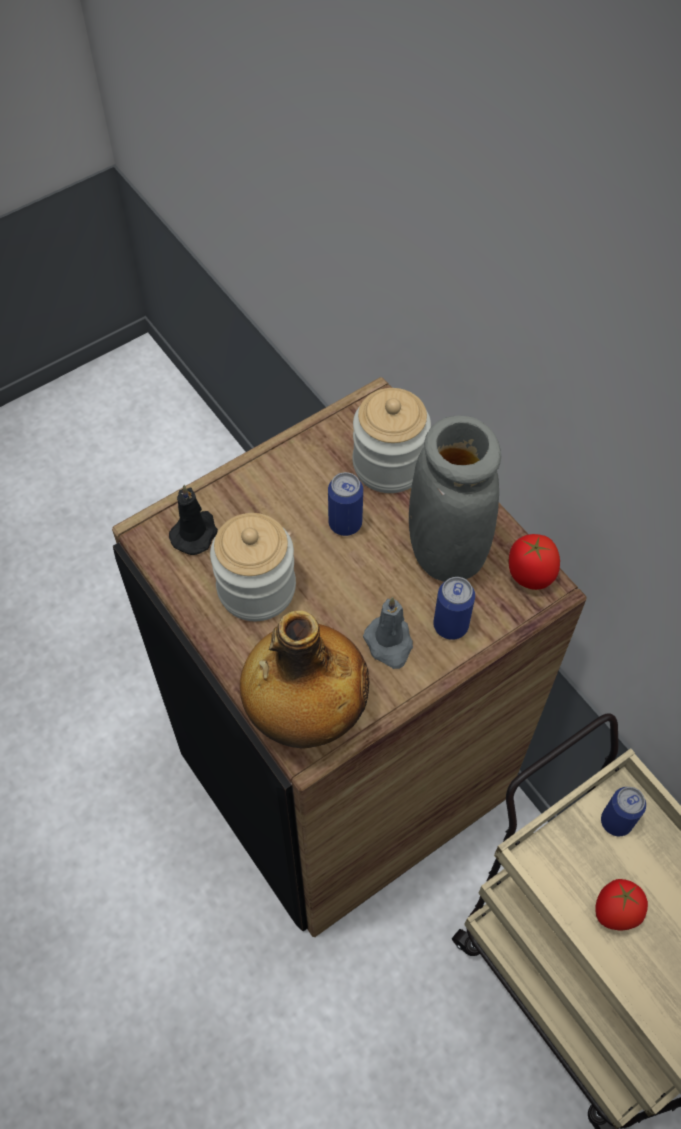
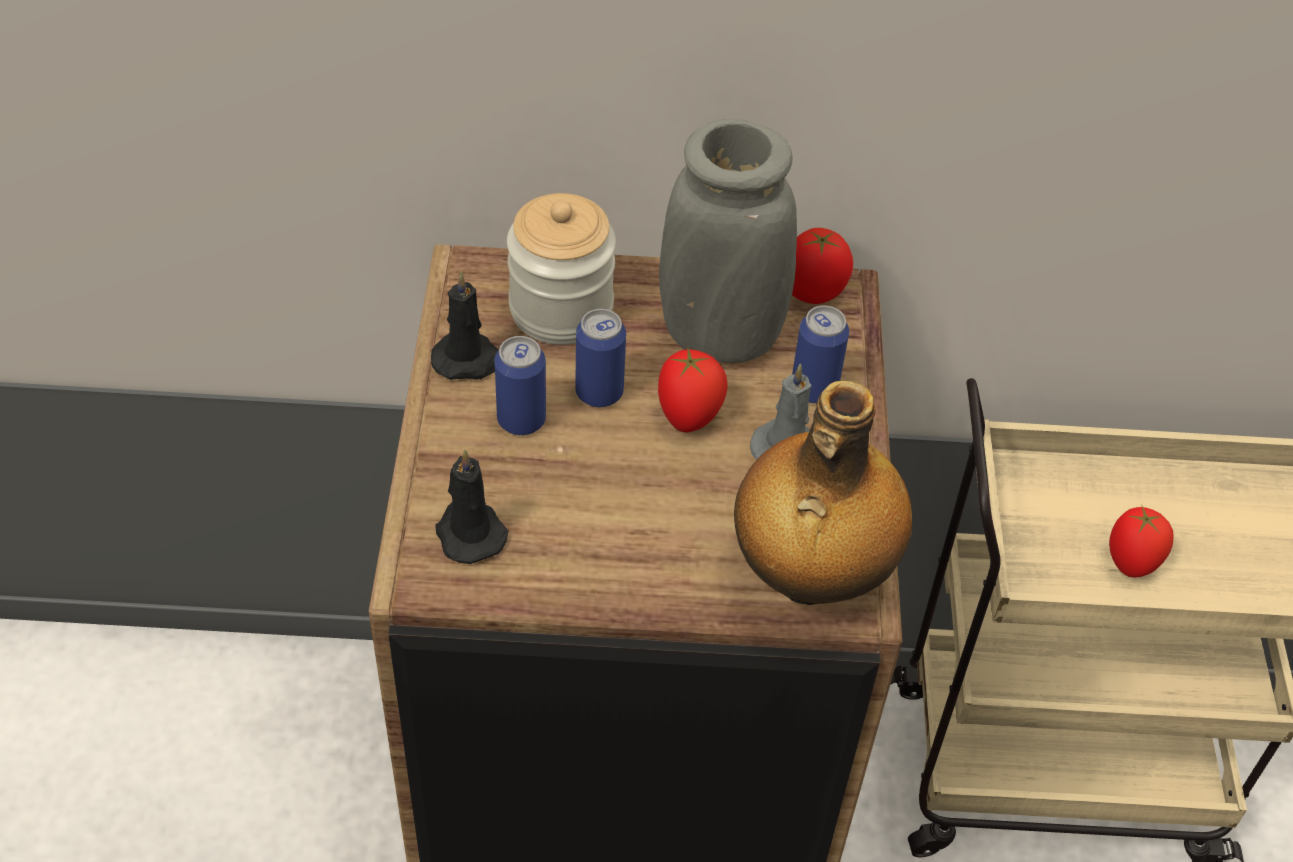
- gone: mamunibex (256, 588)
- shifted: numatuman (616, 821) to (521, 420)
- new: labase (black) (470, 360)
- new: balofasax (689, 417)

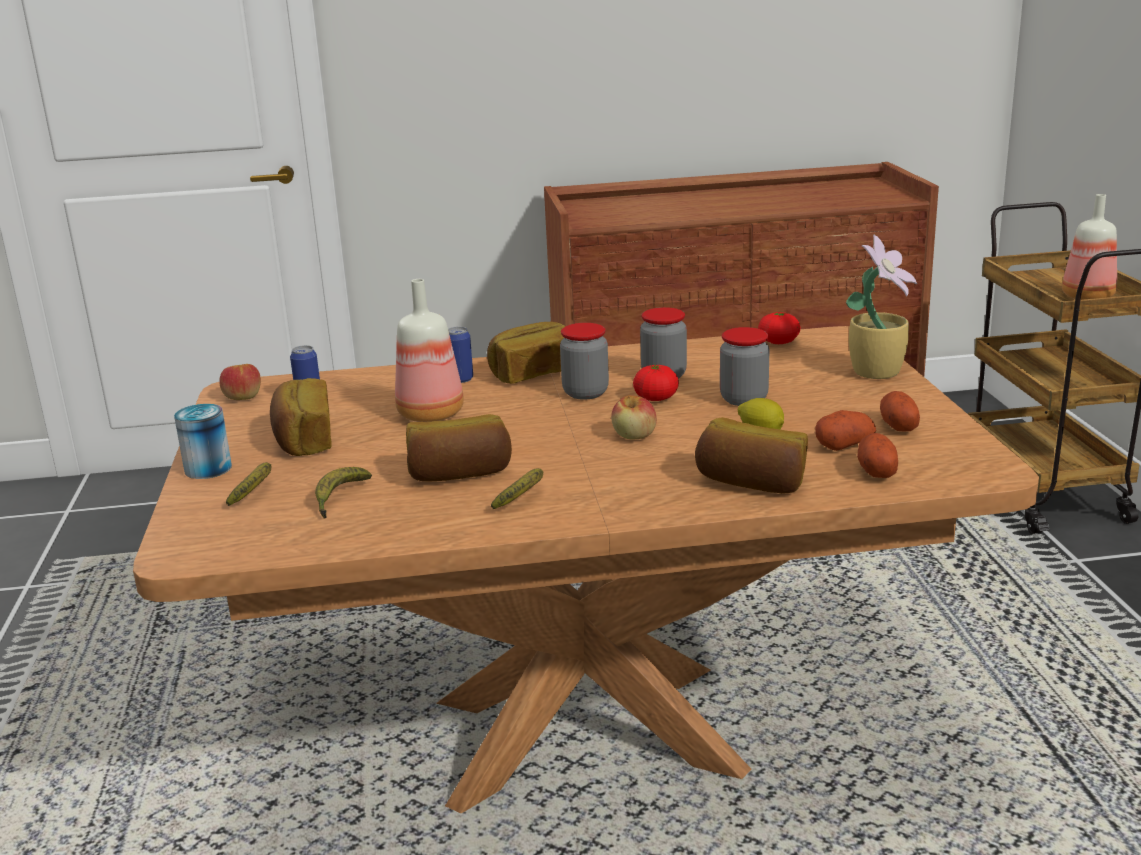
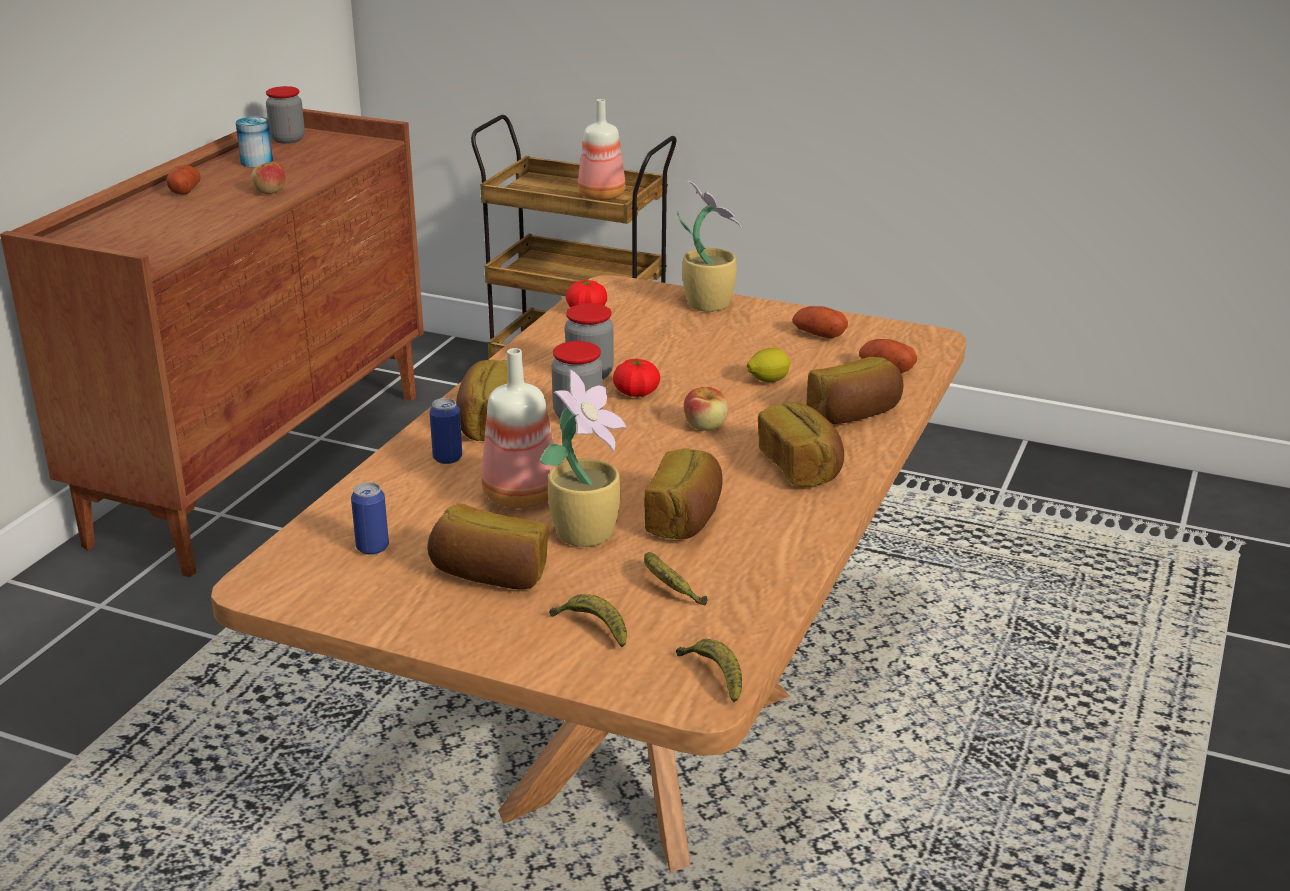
- shifted: mamunibex (744, 399) to (288, 139)
- shifted: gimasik (242, 397) to (270, 191)
- shifted: numatuman (208, 469) to (257, 162)
- shifted: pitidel (844, 445) to (185, 191)
- shifted: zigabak (523, 497) to (714, 677)
- new: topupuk (587, 532)
- new: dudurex (801, 467)

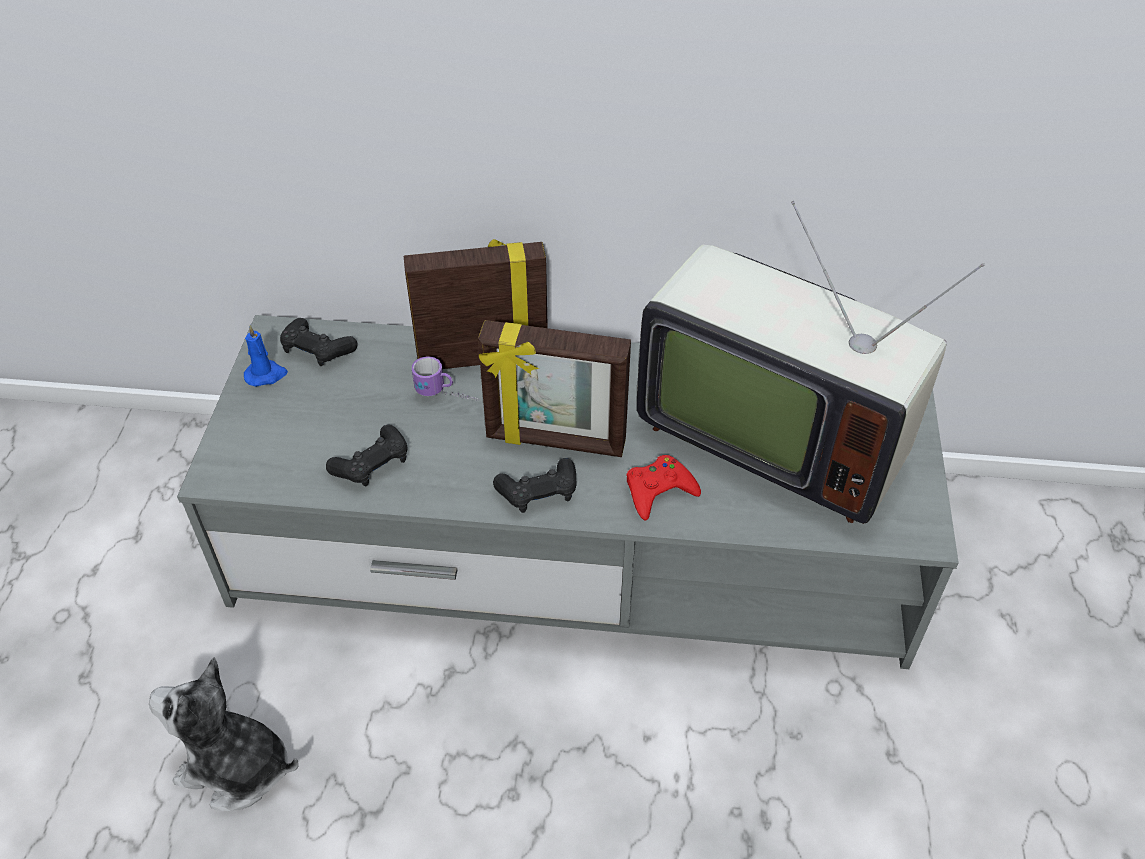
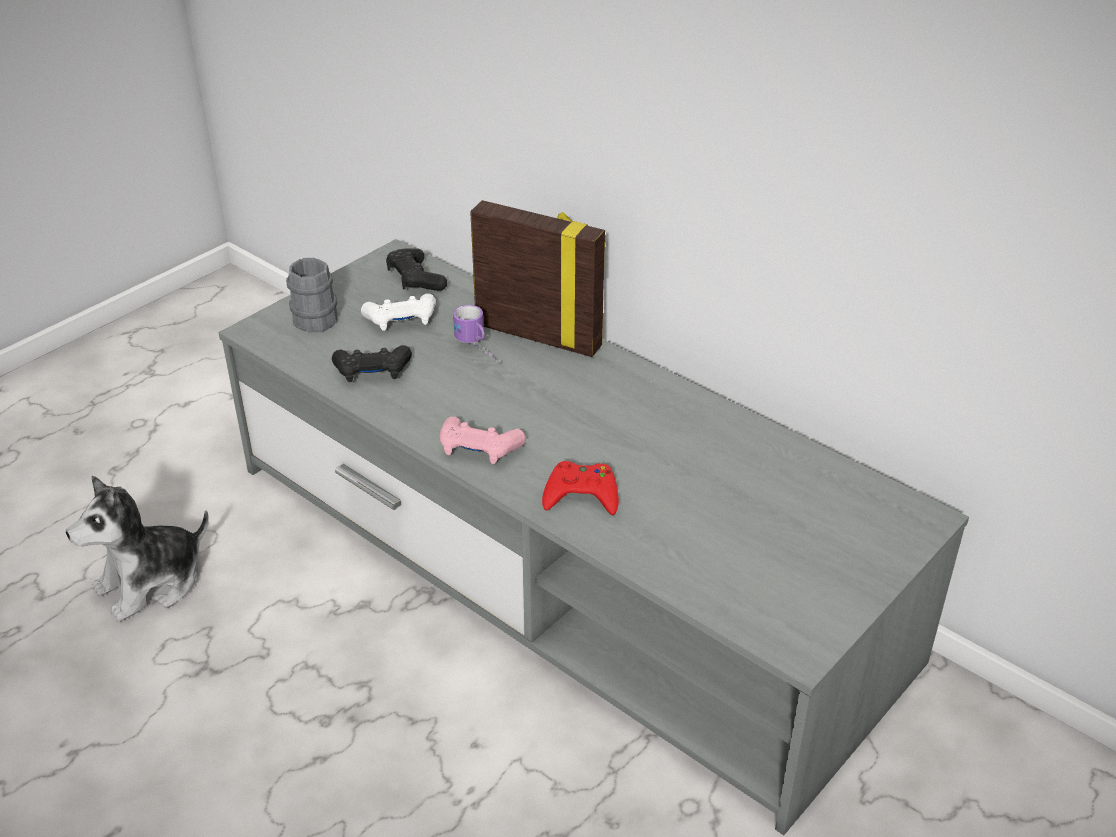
- gone: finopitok (771, 434)
- gone: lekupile (555, 441)
- gone: labase (blue) (266, 375)
- repainted: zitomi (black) (538, 492) to zitomi (pink) (479, 449)
- rotated: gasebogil (236, 767) = (151, 583) 90 degrees counterclockwise
- new: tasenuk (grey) (316, 316)
- new: zitomi (white) (401, 320)

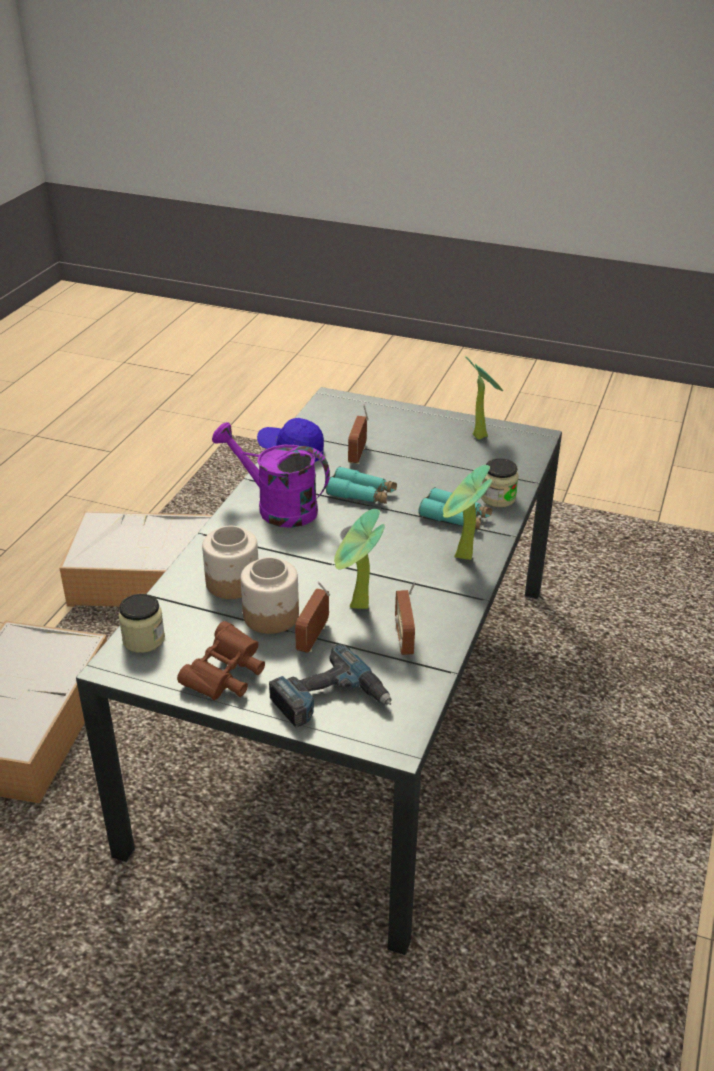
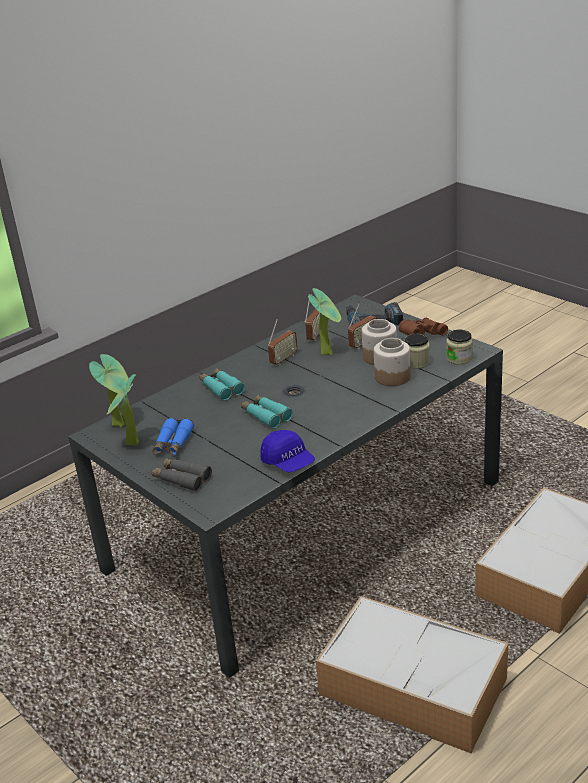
- shifted: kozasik (358, 455) to (283, 359)
- gone: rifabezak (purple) (277, 507)
- shifted: mamunibex (498, 498) to (416, 362)
- shifted: topupuk (461, 558) to (121, 423)
- new: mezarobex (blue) (173, 444)
- new: mezarobex (grey) (181, 479)

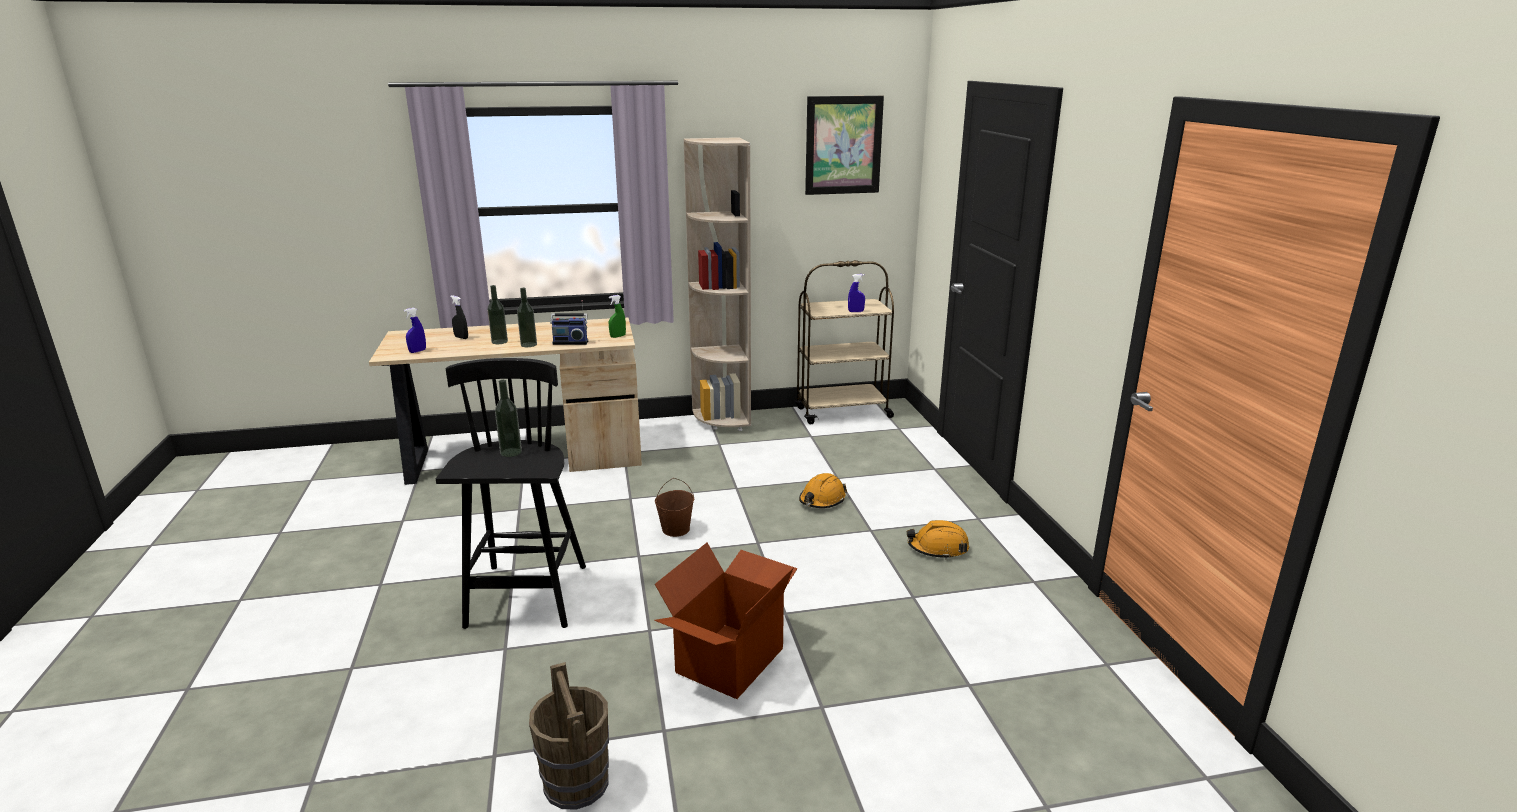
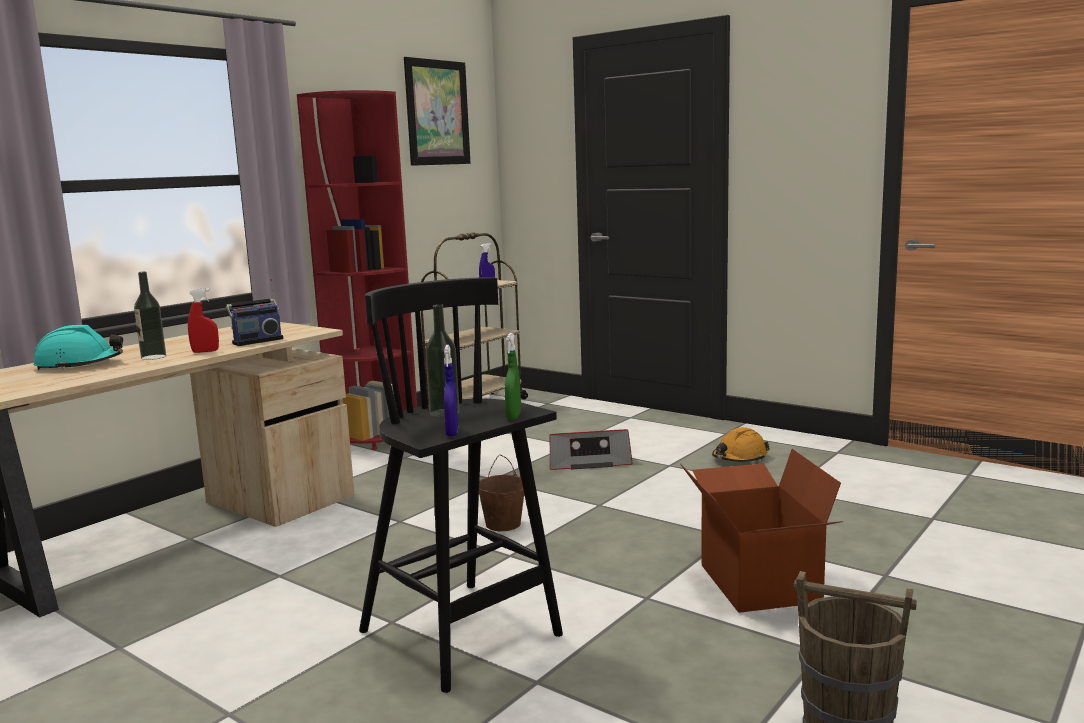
- repainted: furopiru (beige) (722, 423) to furopiru (red) (374, 443)
- swapped: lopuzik (528, 344) to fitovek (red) (205, 351)
- swapped: fitovek (black) (461, 337) to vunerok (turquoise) (79, 365)
- shifted: fitovek (green) (618, 336) to (513, 416)
- shifted: fitovek (blue) (417, 351) to (452, 432)
- swapped: vunerok (orange) (822, 500) to kozasik (589, 461)

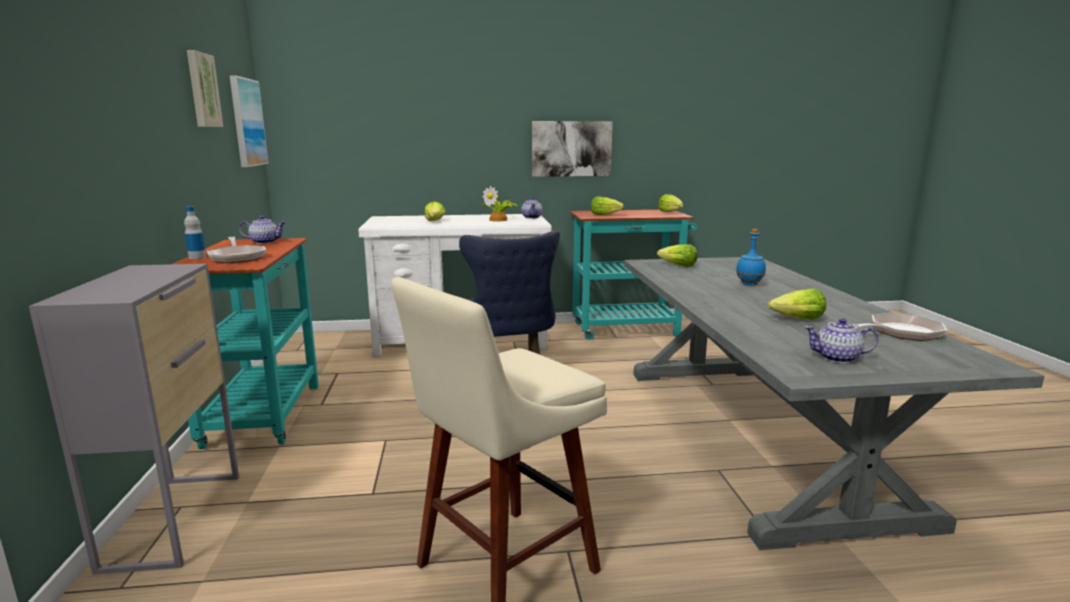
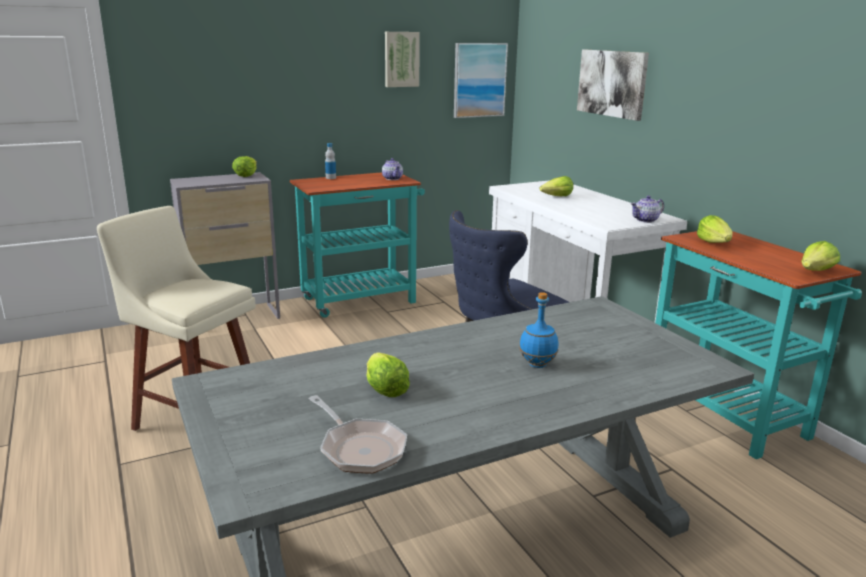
- shifted: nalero (571, 148) to (612, 83)
- gone: topupuk (499, 220)
- gone: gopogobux (237, 257)
- shifted: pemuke (677, 266) to (246, 175)
- gone: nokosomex (838, 358)

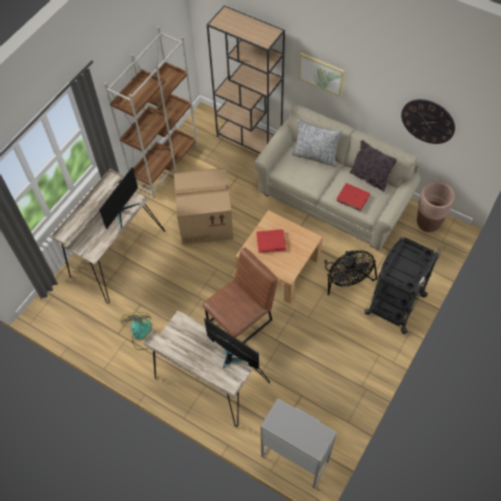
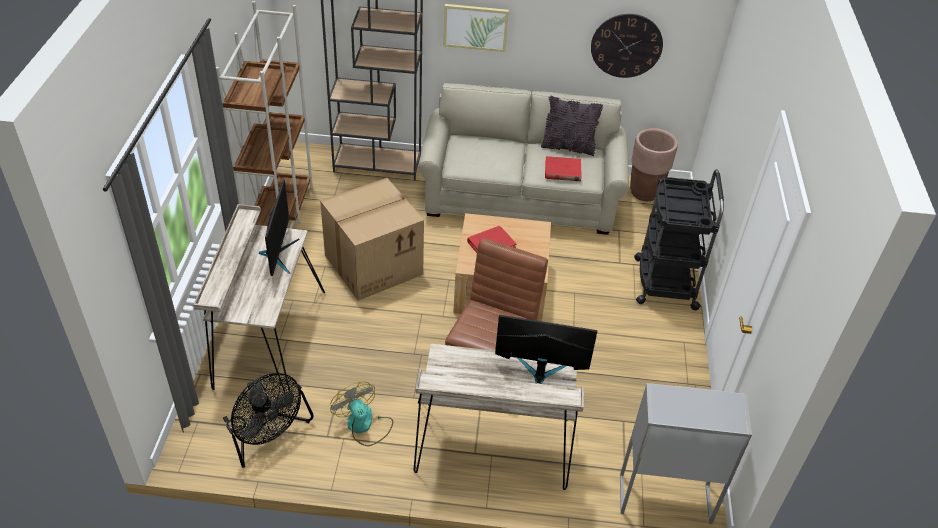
- gone: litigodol (315, 156)
- shifted: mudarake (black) (345, 279) to (264, 435)

